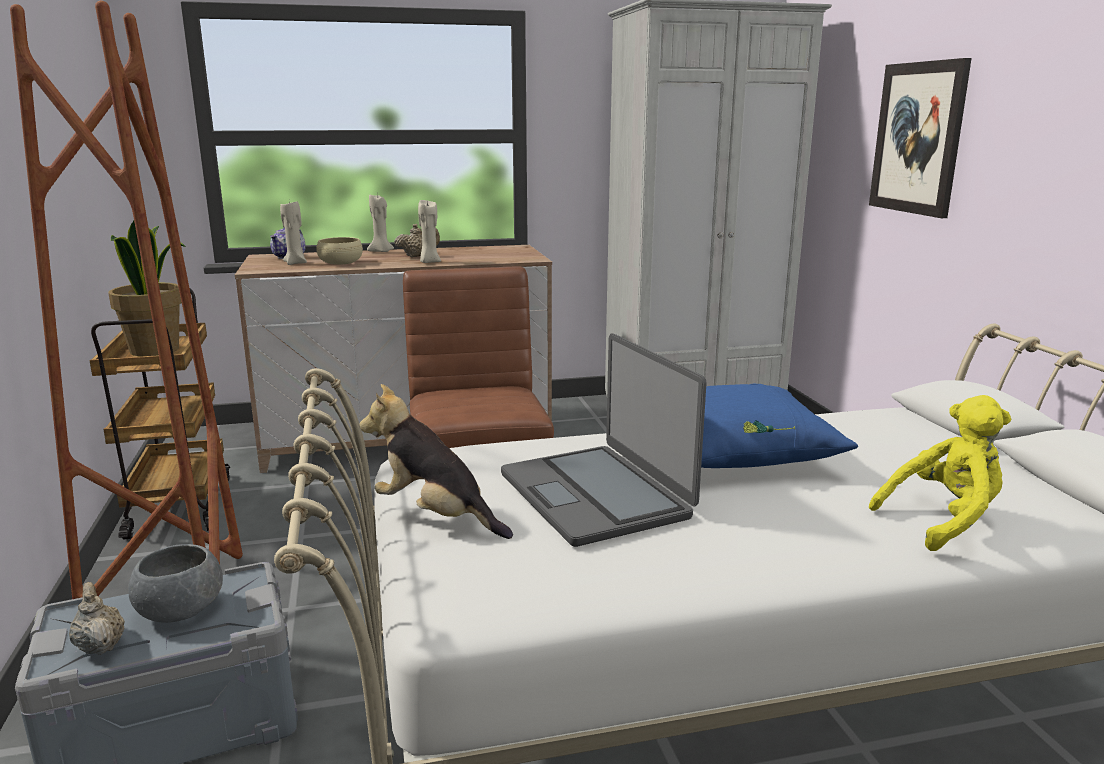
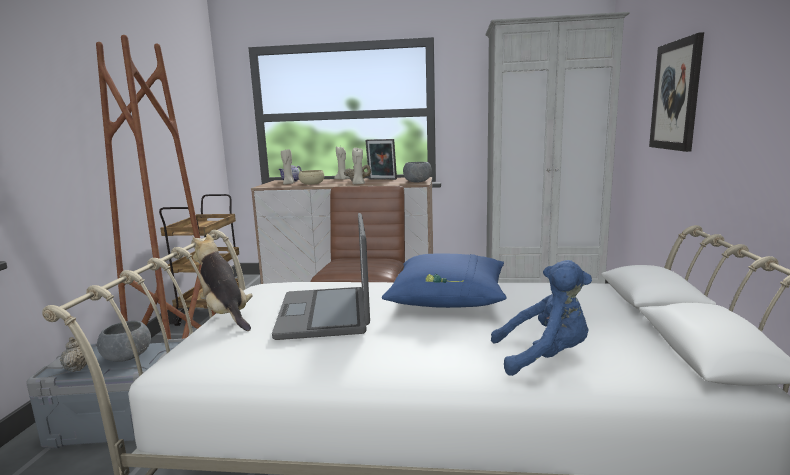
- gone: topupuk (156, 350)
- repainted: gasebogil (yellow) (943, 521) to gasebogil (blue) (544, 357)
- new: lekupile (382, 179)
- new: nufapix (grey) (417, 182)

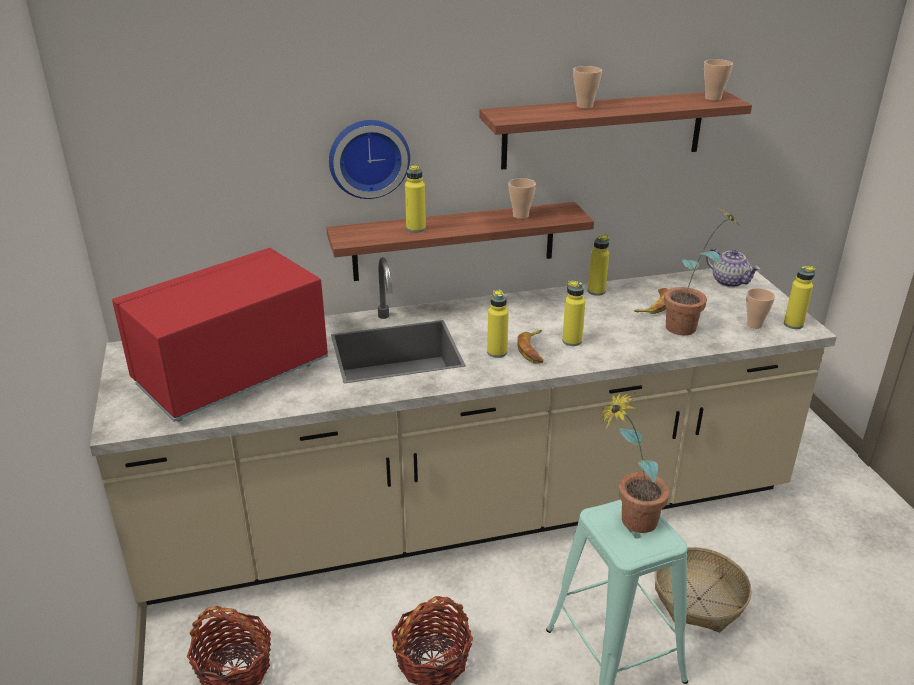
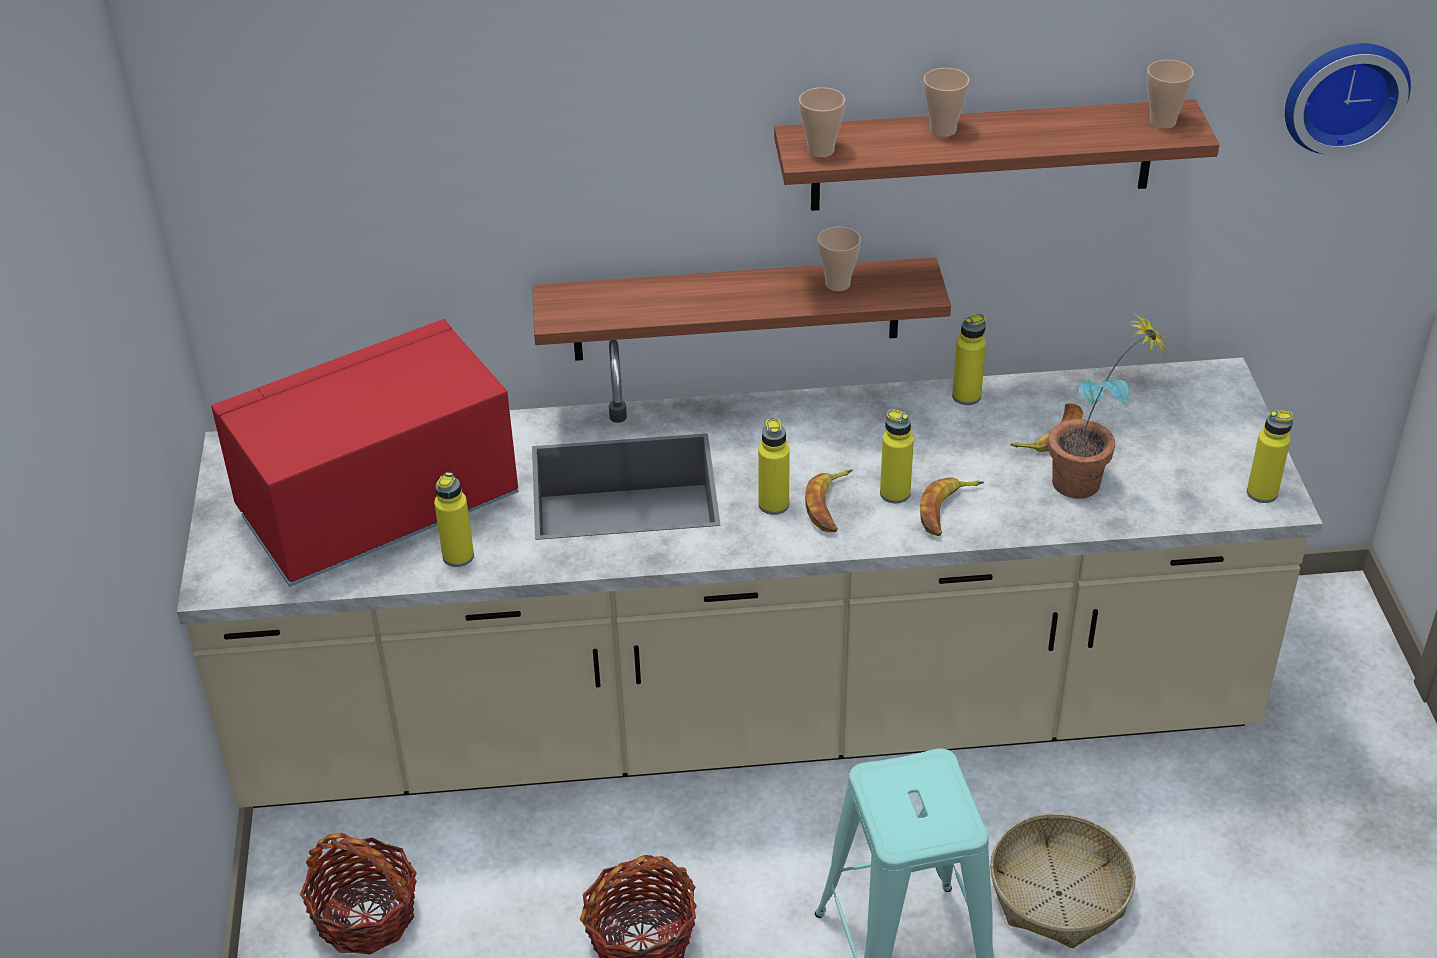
- shifted: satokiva (368, 157) to (1343, 93)
- shifted: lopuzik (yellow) (416, 228) to (458, 556)
- gone: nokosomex (729, 281)
- shifted: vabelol (754, 325) to (821, 150)
- gone: topupuk (627, 521)
- new: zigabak (947, 510)

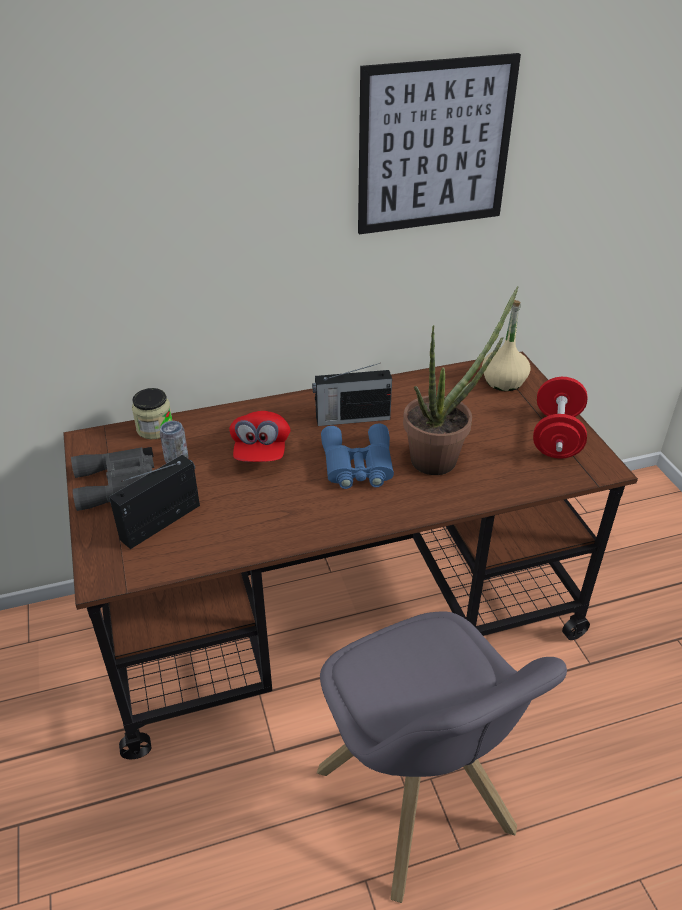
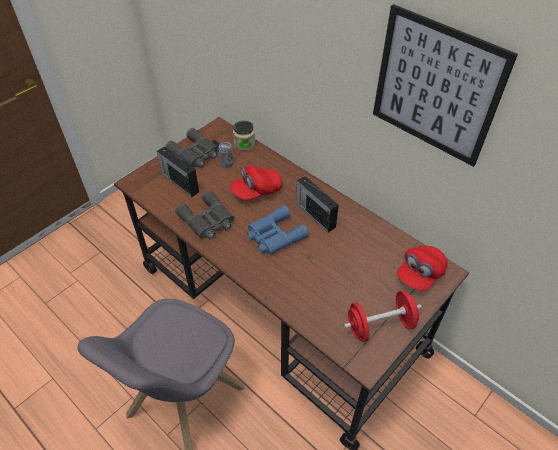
- gone: topupuk (442, 457)
- swapped: lopuzik (beige) (503, 381) to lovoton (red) (420, 274)
- rotated: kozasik (162, 521) = (179, 182) 150 degrees counterclockwise
- new: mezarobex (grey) (207, 221)

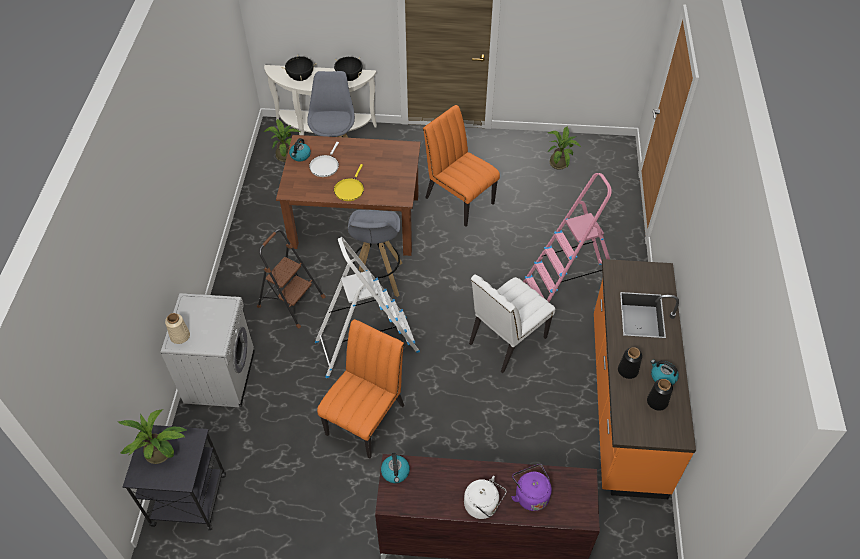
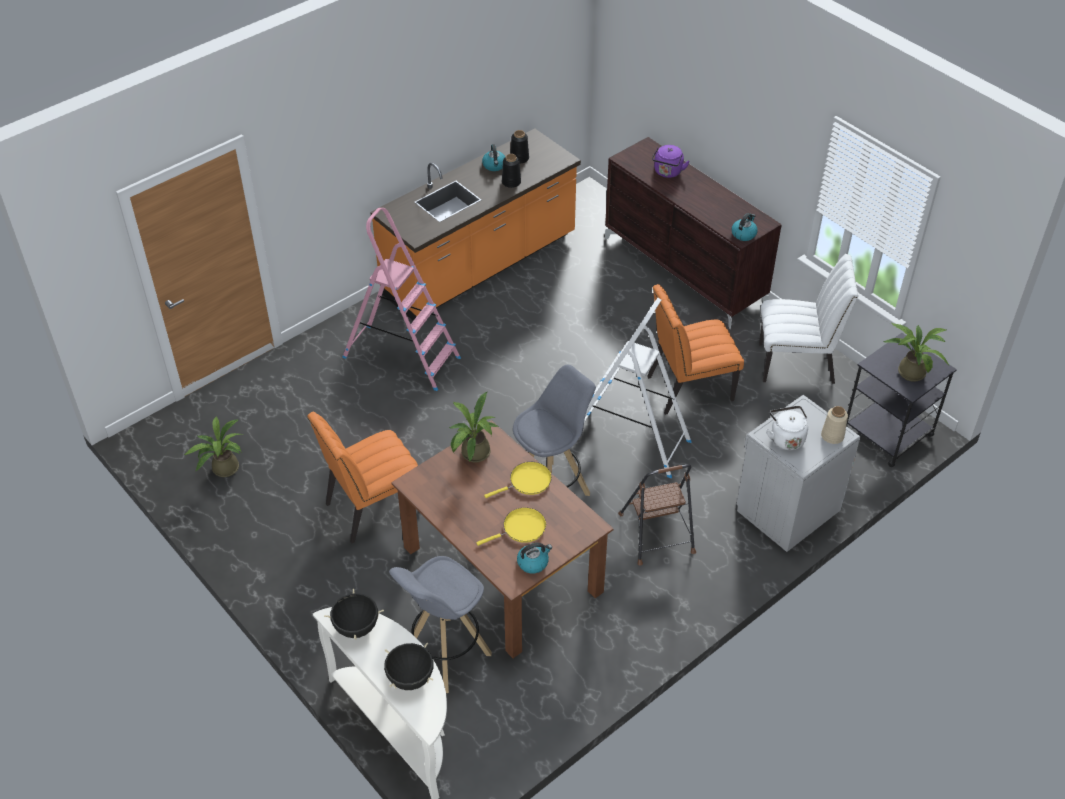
- rotated: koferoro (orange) (460, 201) = (374, 507) 60 degrees clockwise
- shifted: topupuk (285, 154) to (472, 455)
- repainted: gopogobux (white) (325, 166) to gopogobux (yellow) (521, 528)
- shifted: koferoro (white) (508, 340) to (795, 364)
- shifted: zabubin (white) (483, 505) to (786, 438)

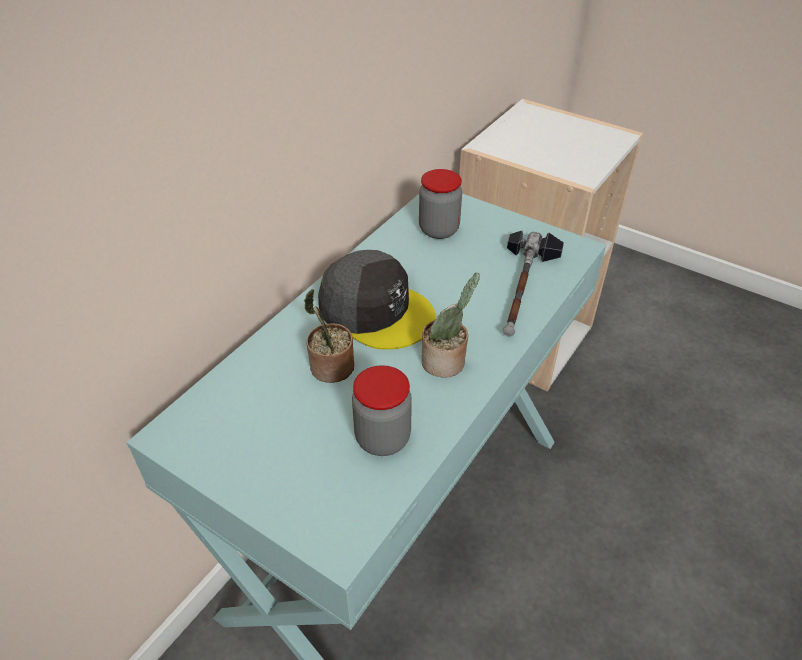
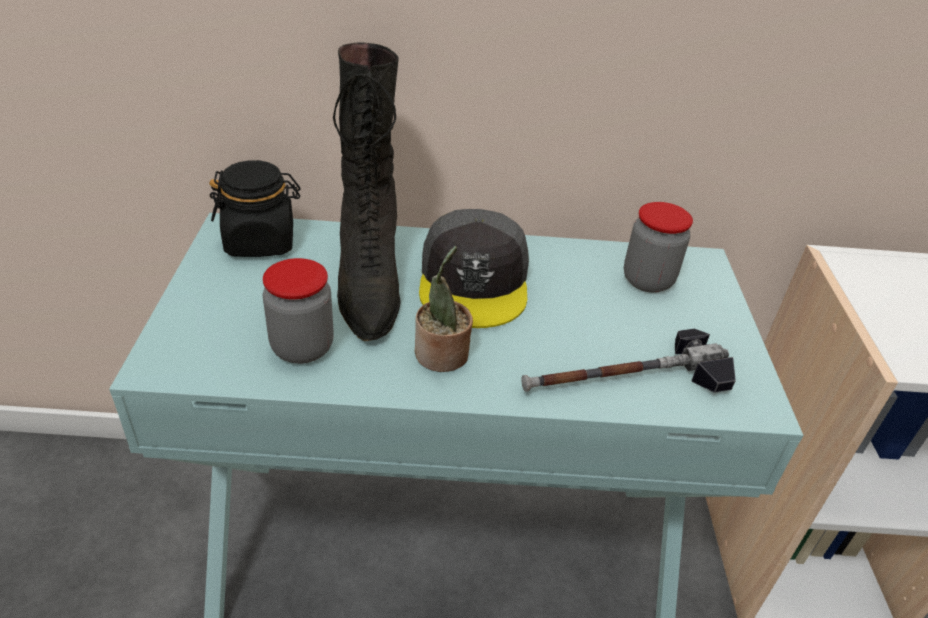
- swapped: topupuk (330, 369) to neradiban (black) (368, 282)
- new: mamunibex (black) (261, 241)

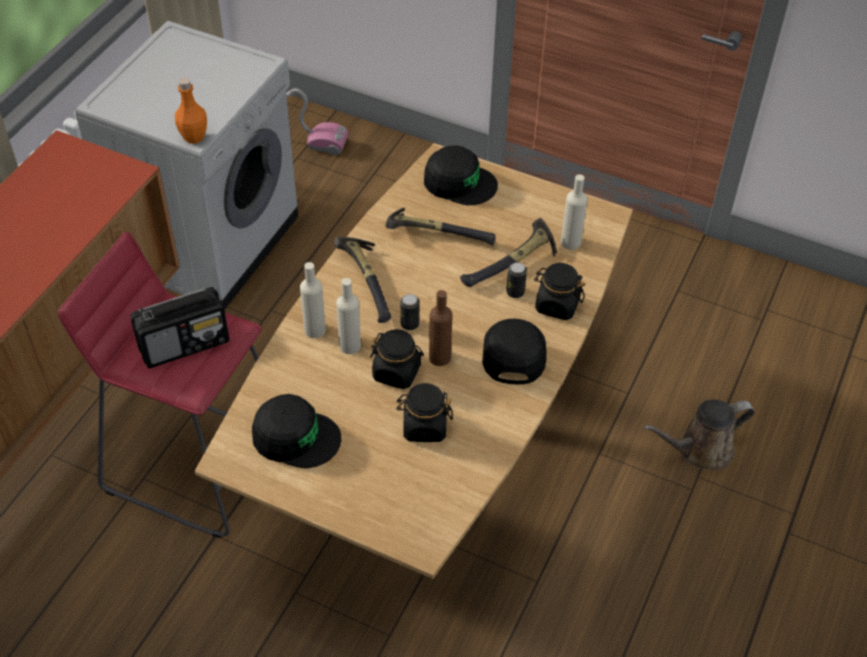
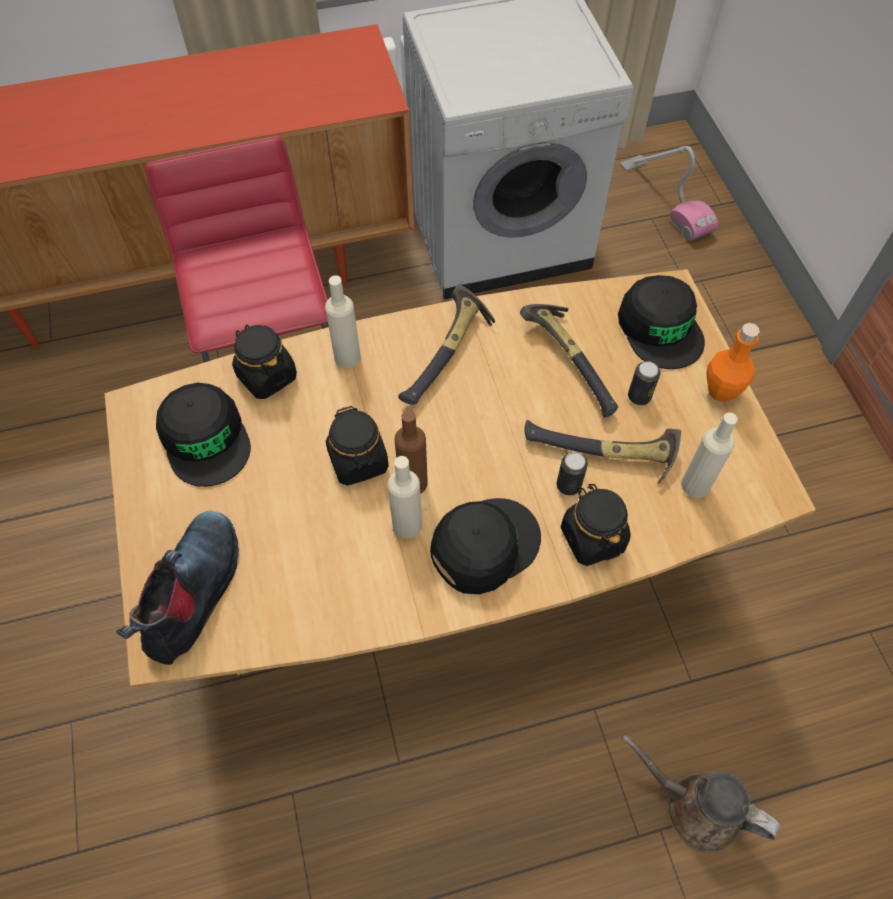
- shifted: lopuzik (orange) (194, 137) to (721, 390)
- shifted: lopuzik (beige) (350, 345) to (407, 525)
- gone: kozasik (185, 345)
- shifted: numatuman (409, 324) to (639, 396)
- shifted: mamunibex (black) (424, 427) to (266, 376)
- new: neradiban (194, 592)

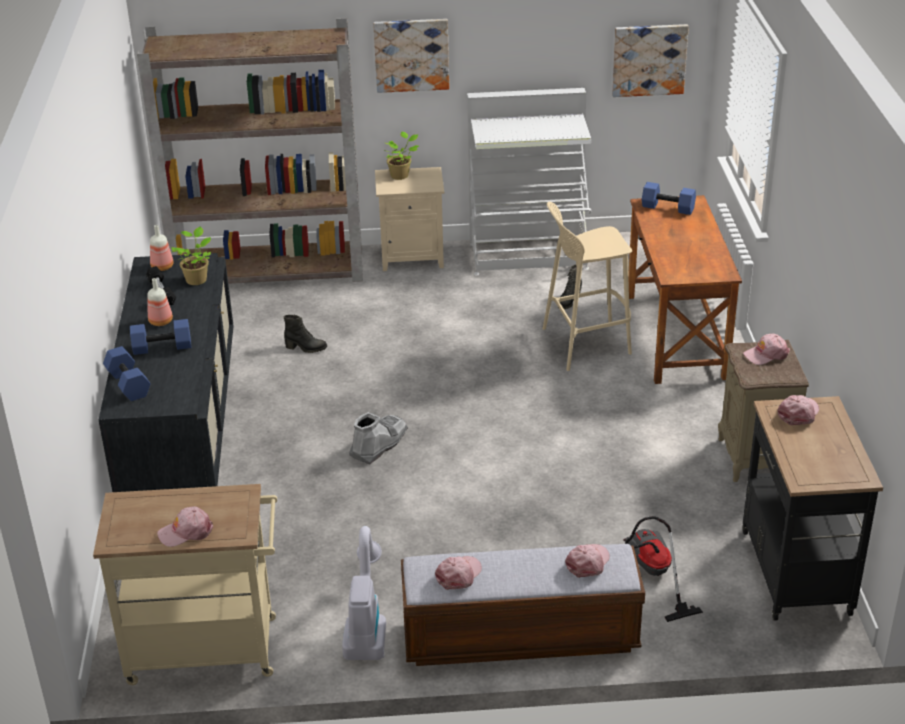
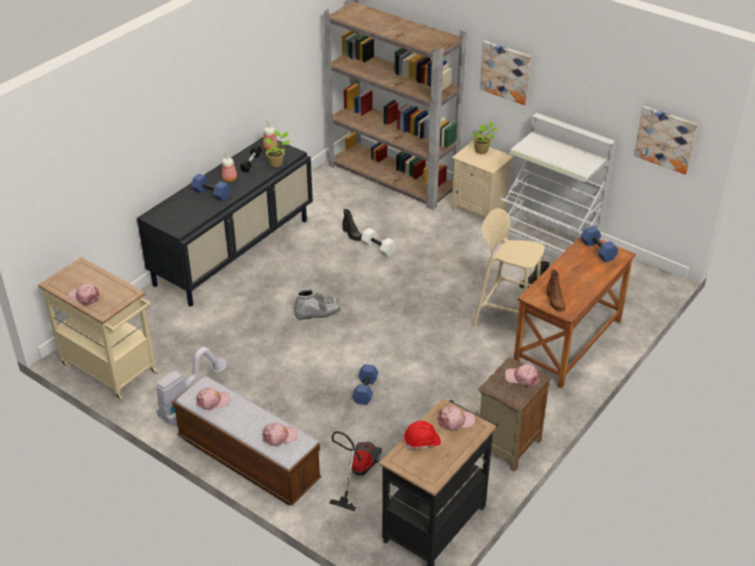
- shifted: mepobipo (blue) (127, 384) to (364, 390)
- new: mepobipo (white) (379, 248)
- new: neradiban (brown) (554, 302)
- new: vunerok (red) (422, 442)

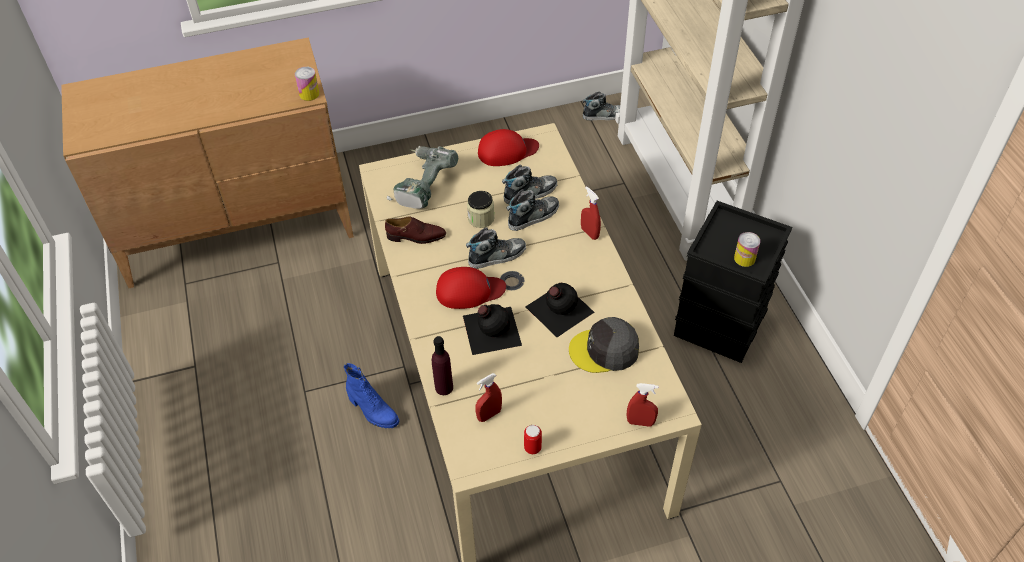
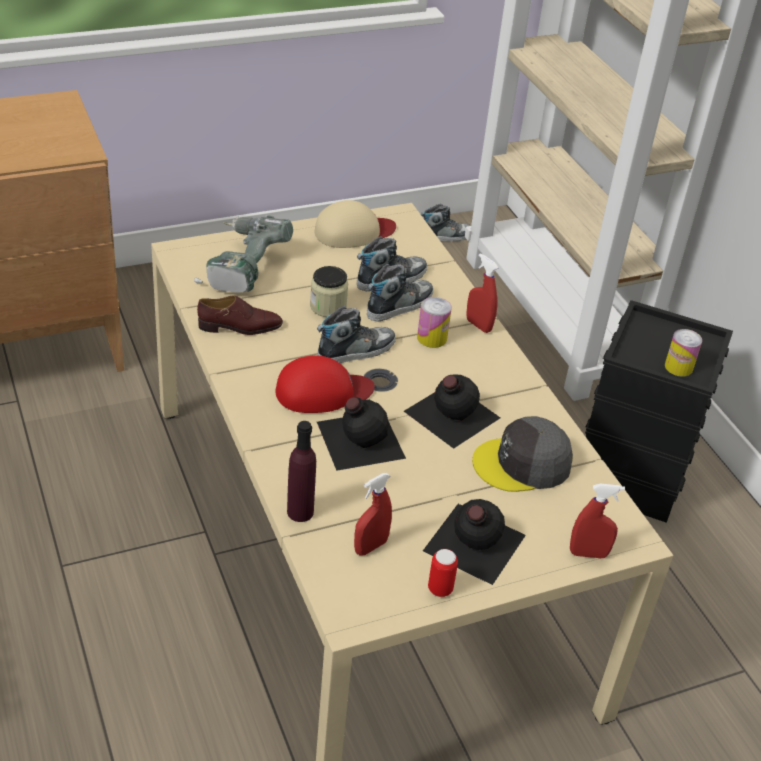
- shifted: numatuman (309, 94) to (432, 338)
- repainted: lovoton (red) (507, 151) to lovoton (beige) (353, 231)
- gone: neradiban (blue) (373, 411)
- new: lopuzik (black) (472, 543)

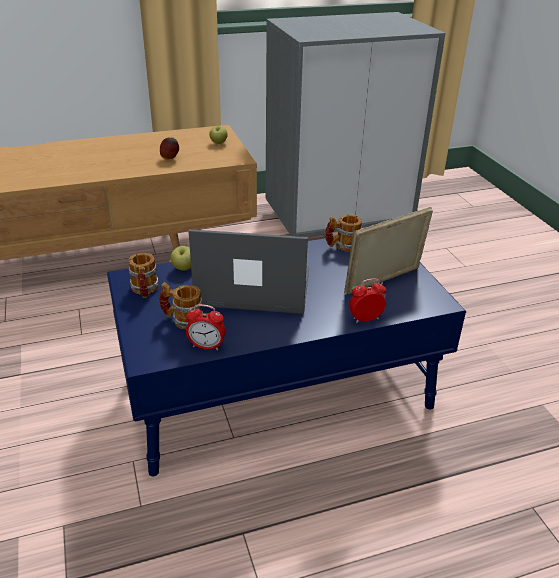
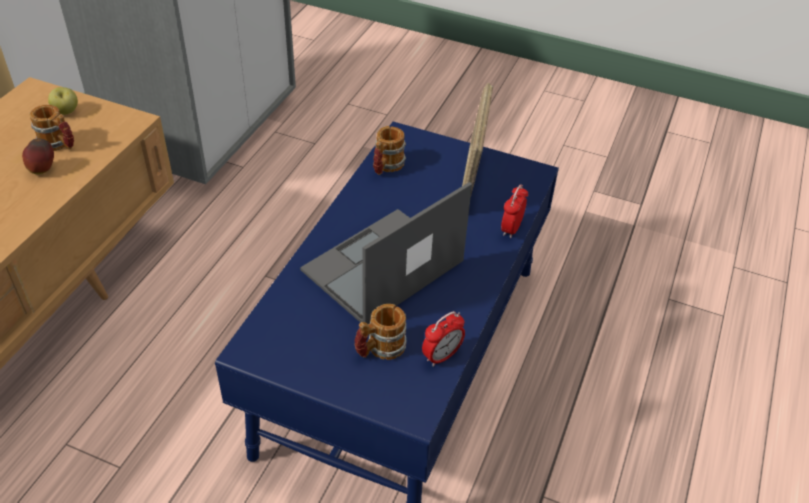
- gone: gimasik (184, 268)
- shifted: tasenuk (145, 290) to (59, 144)

